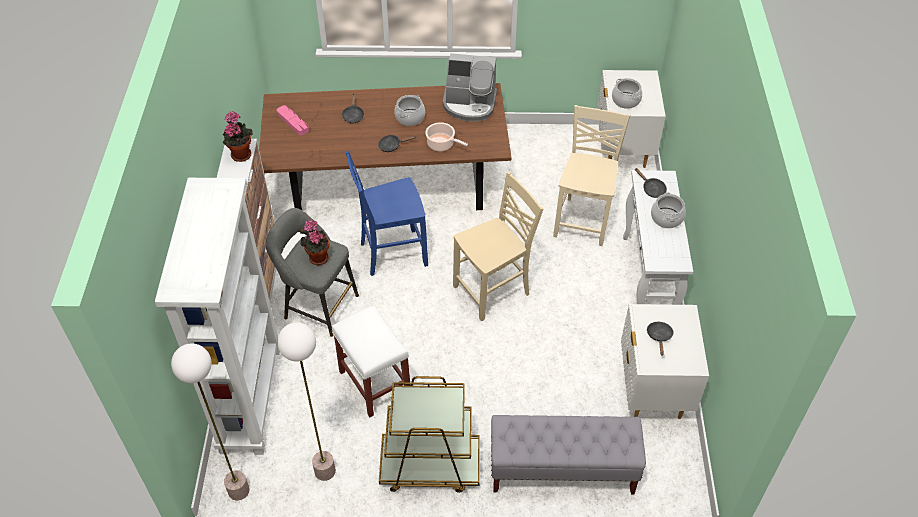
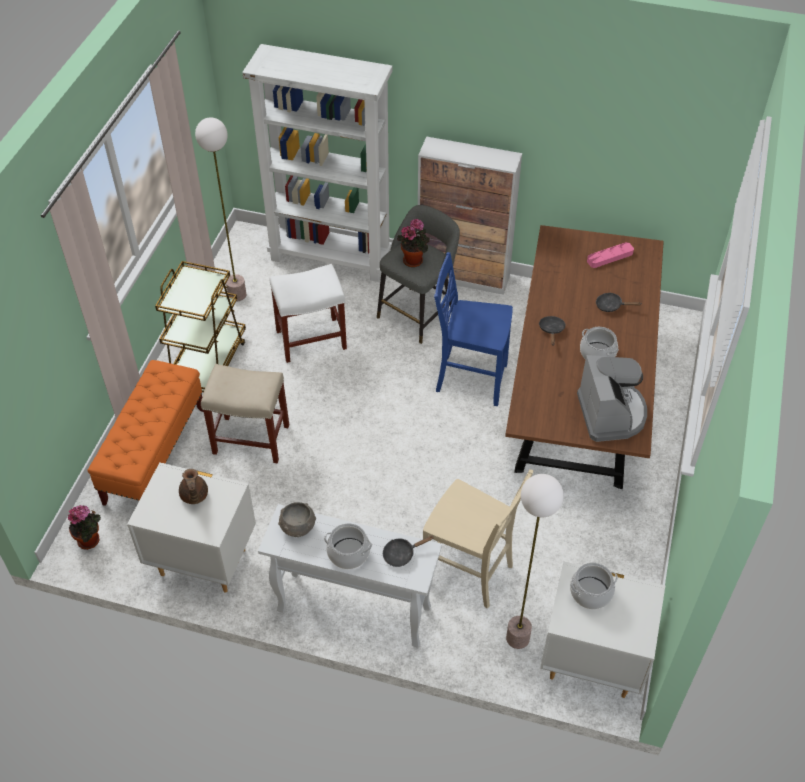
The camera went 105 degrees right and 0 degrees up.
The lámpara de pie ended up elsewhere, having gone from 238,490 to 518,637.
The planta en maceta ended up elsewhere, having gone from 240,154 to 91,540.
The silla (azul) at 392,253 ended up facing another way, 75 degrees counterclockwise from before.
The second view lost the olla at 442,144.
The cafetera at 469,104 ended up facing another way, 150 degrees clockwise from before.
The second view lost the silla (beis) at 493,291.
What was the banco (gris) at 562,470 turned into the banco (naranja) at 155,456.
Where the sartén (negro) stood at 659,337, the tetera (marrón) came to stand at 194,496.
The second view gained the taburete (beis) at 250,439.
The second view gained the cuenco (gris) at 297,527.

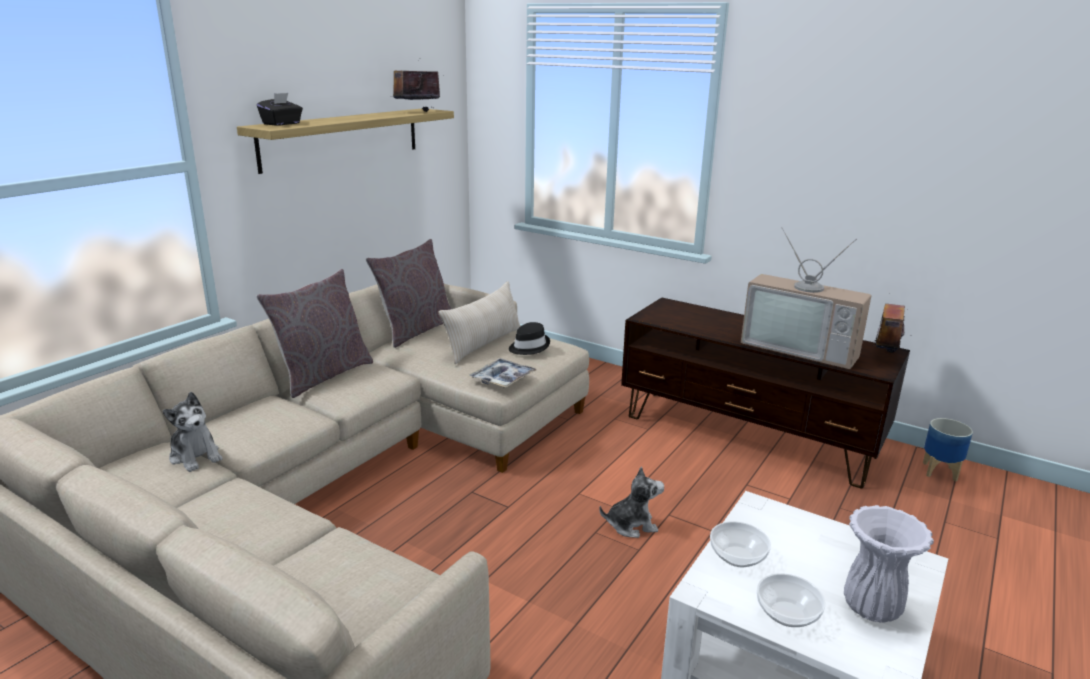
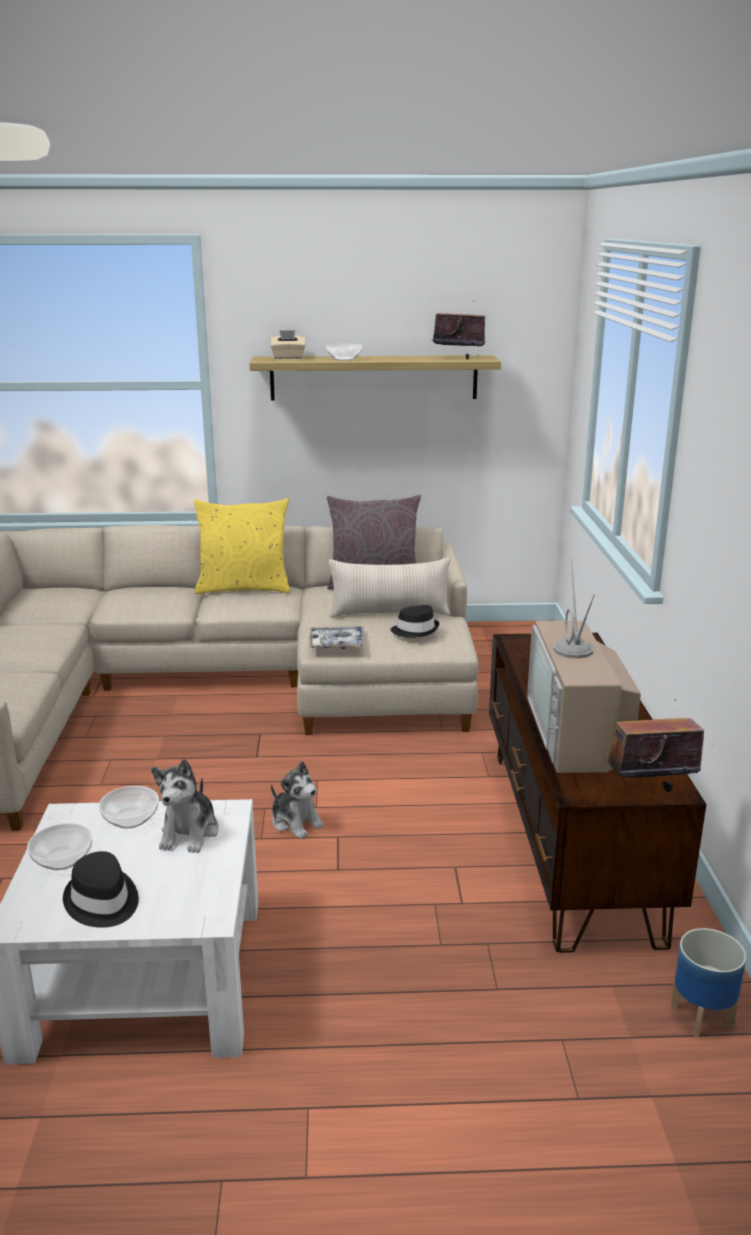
The camera went 55 degrees right and 0 degrees up.
The peluche ended up elsewhere, having gone from 195,456 to 190,833.
What was the cojín (gris) at 323,375 turned into the cojín (amarillo) at 244,588.
What was the caja de pañuelos (negro) at 282,124 turned into the caja de pañuelos (beis) at 288,358.
Where the florero (blanco) stood at 873,609, the sombrero (negro) came to stand at 102,902.
The second view gained the cuenco at 344,359.

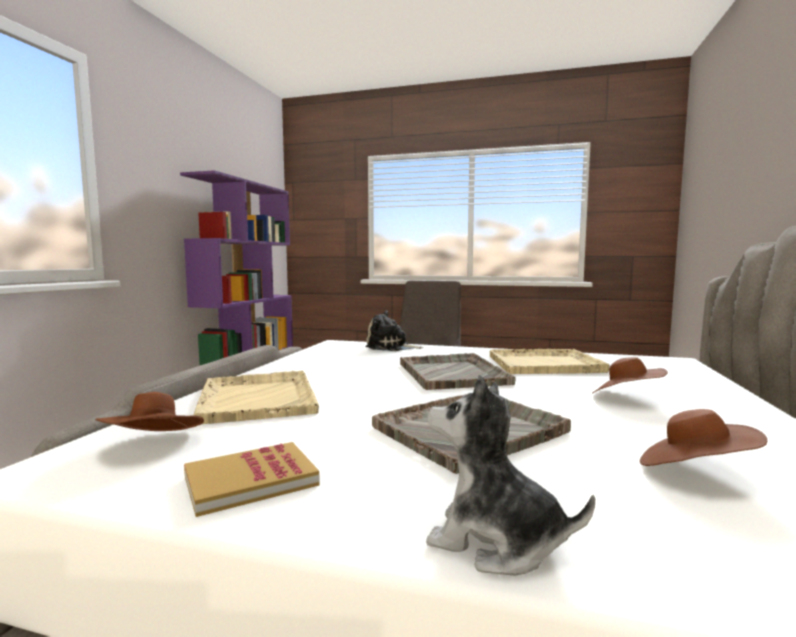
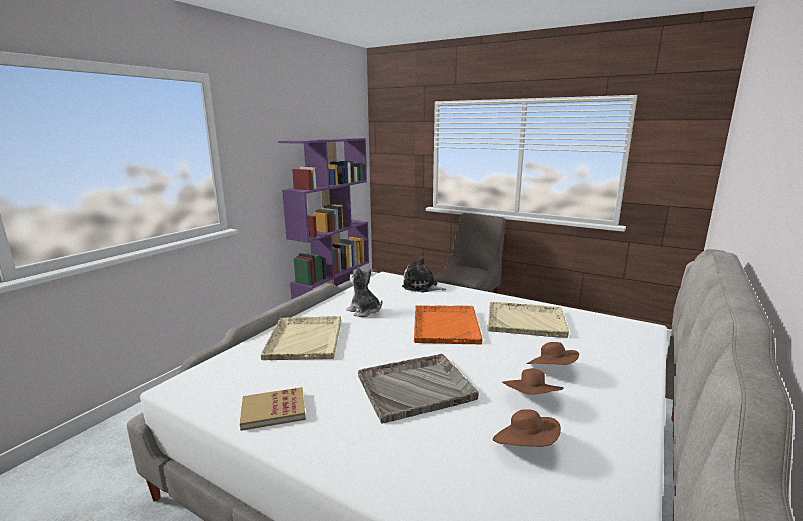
The camera went 15 degrees right and 10 degrees up.
The sombrero (marrón) ended up elsewhere, having gone from 154,446 to 531,400.
What was the bandeja (gris) at 452,373 turned into the bandeja (naranja) at 446,325.
The peluche ended up elsewhere, having gone from 495,542 to 364,311.

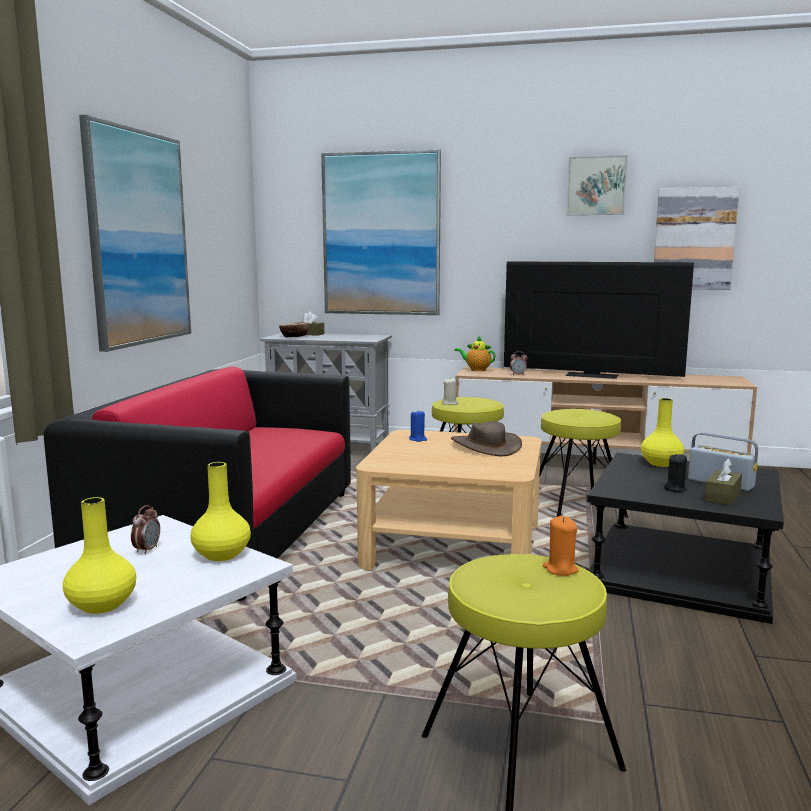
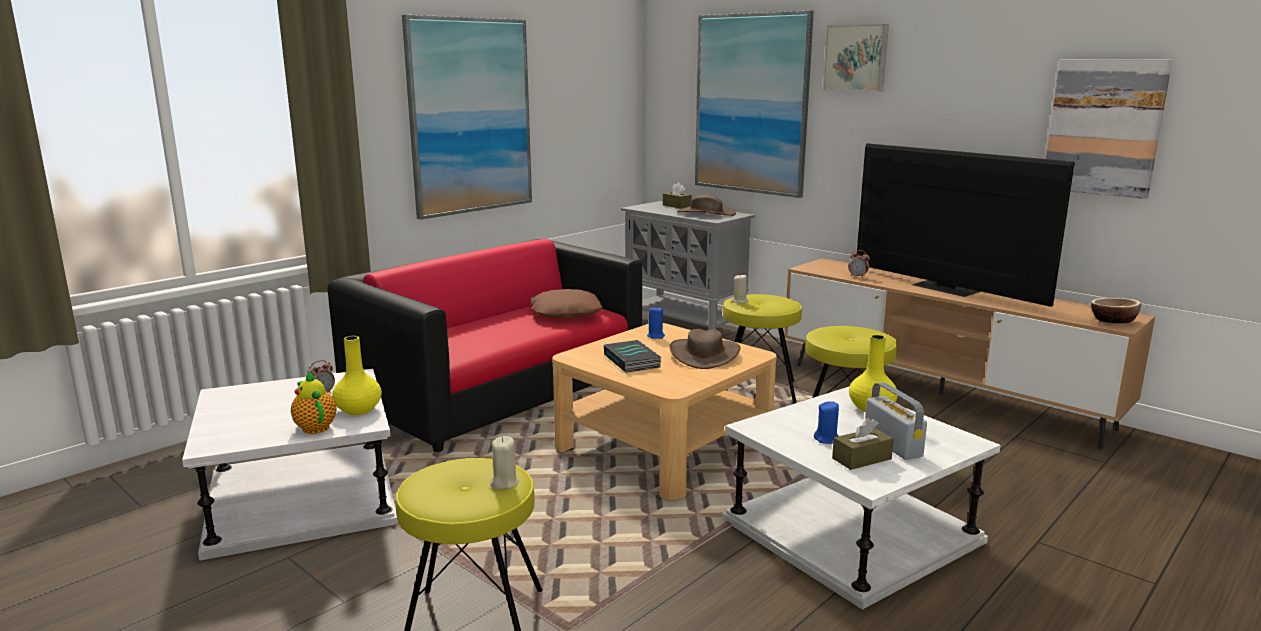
The camera went 30 degrees right and 5 degrees up.
The second view lost the florero (amarillo) at 103,604.
The cuenco ended up elsewhere, having gone from 294,337 to 1113,321.
The tetera ended up elsewhere, having gone from 476,370 to 315,427.
What was the vela (naranja) at 560,569 turned into the vela (beis) at 504,483.
The cuadro ended up elsewhere, having gone from 596,186 to 856,58.
What was the mesa auxiliar (negro) at 680,570 turned into the mesa auxiliar (blanco) at 850,530.
What was the vela (negro) at 675,489 turned into the vela (azul) at 826,439.
The second view gained the cojín (marrón) at 565,313.
The second view gained the libro at 633,361.
The second view gained the sombrero (marrón) at 706,213.

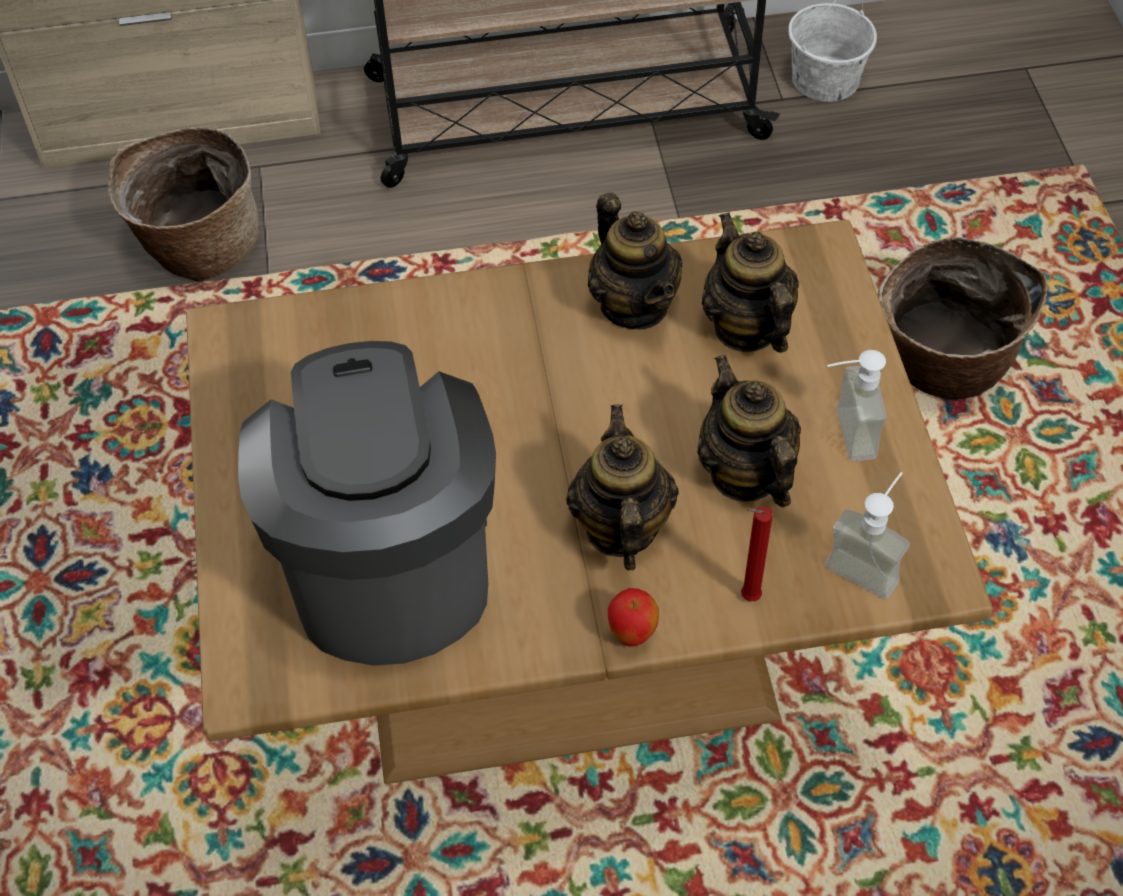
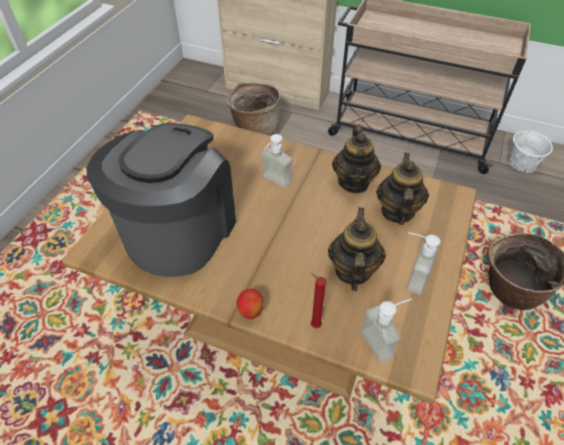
The camera went 30 degrees right and 5 degrees down.
The second view lost the tetera at 620,528.
The second view gained the dispensador de jabón at 273,182.

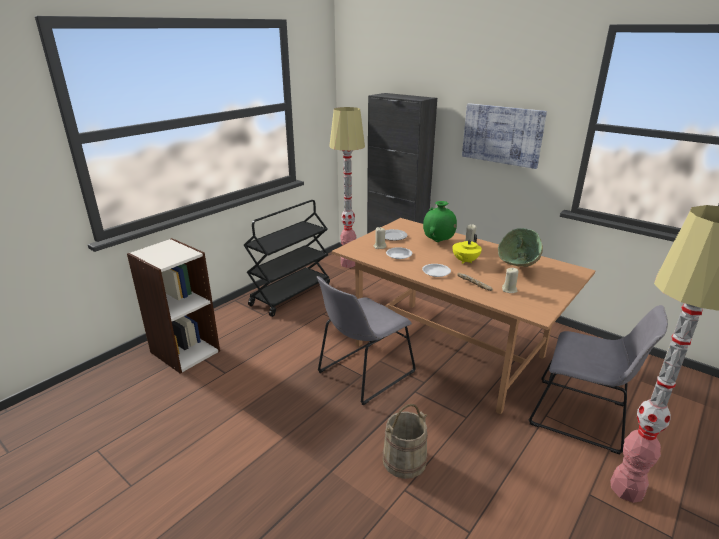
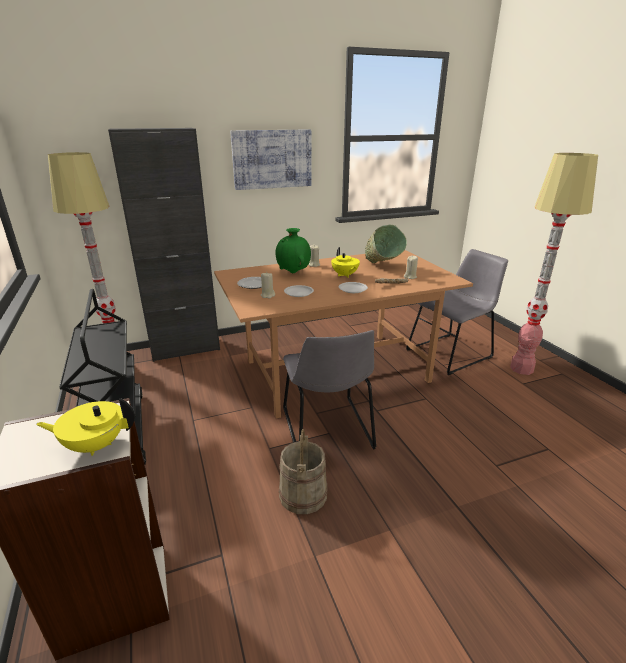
The camera went 60 degrees left and 0 degrees up.
The cubo (beis) ended up elsewhere, having gone from 404,460 to 302,494.
The second view gained the tetera (amarillo) at 95,445.

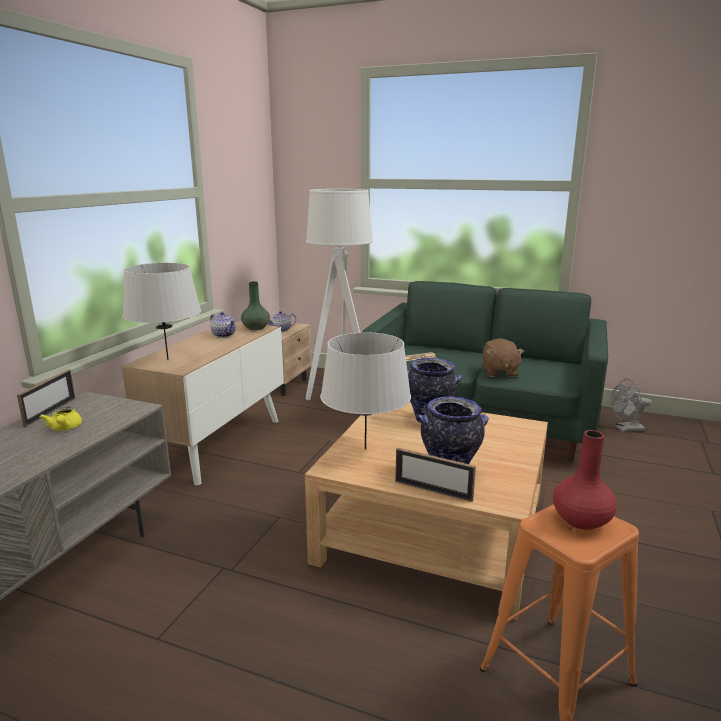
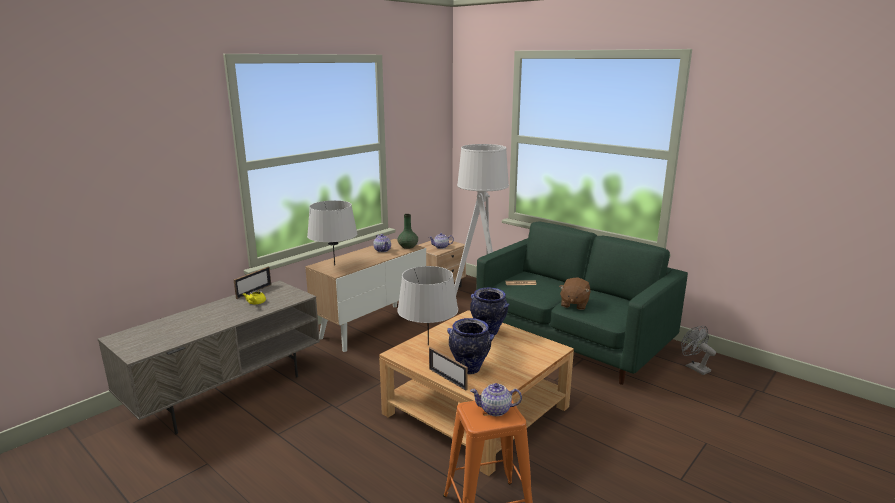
The camera went 20 degrees right and 0 degrees up.
Where the florero (rojo) stood at 582,520, the tetera came to stand at 496,410.
The ventilador (gris) at 625,429 ended up facing another way, 45 degrees clockwise from before.

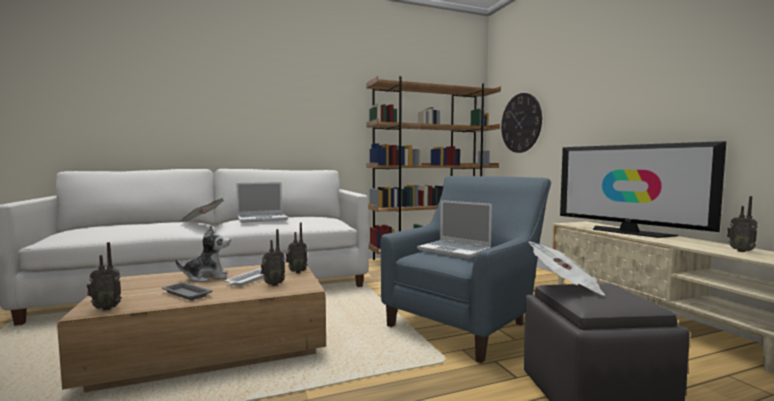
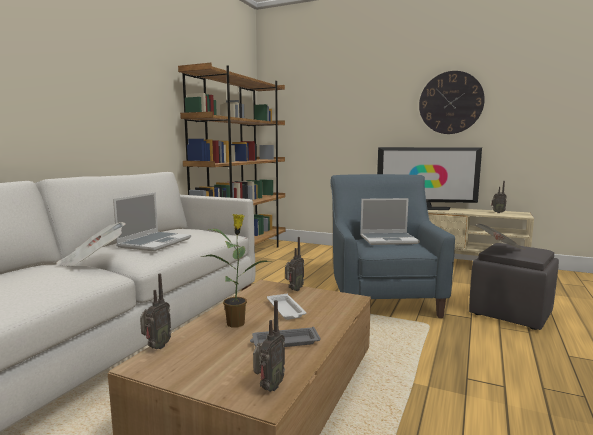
The camera went 45 degrees left and 5 degrees up.
Where the peluche stood at 207,277, the planta en maceta came to stand at 236,323.
The radio ended up elsewhere, having gone from 273,284 to 156,347.
The reloj de pared ended up elsewhere, having gone from 521,123 to 450,103.

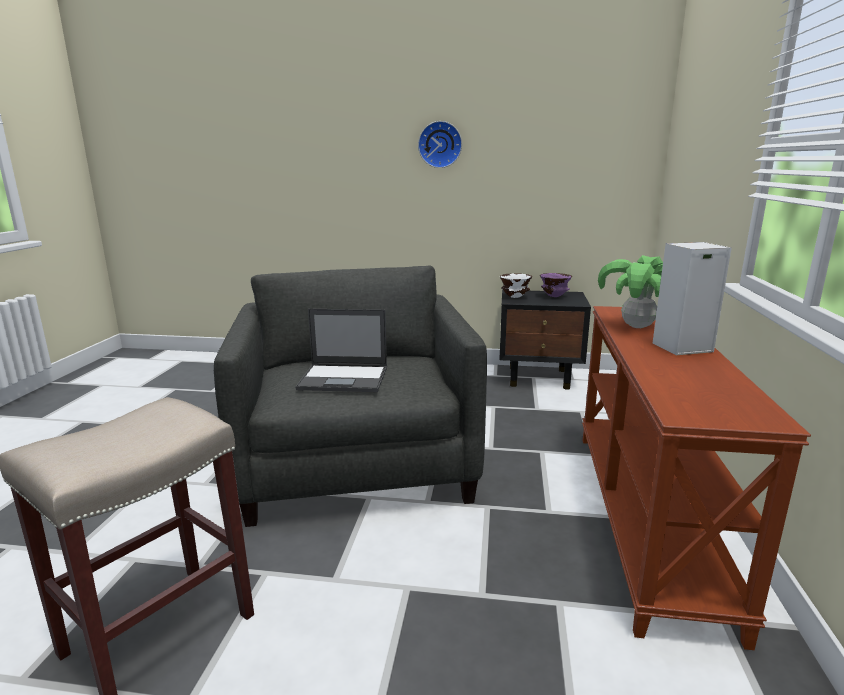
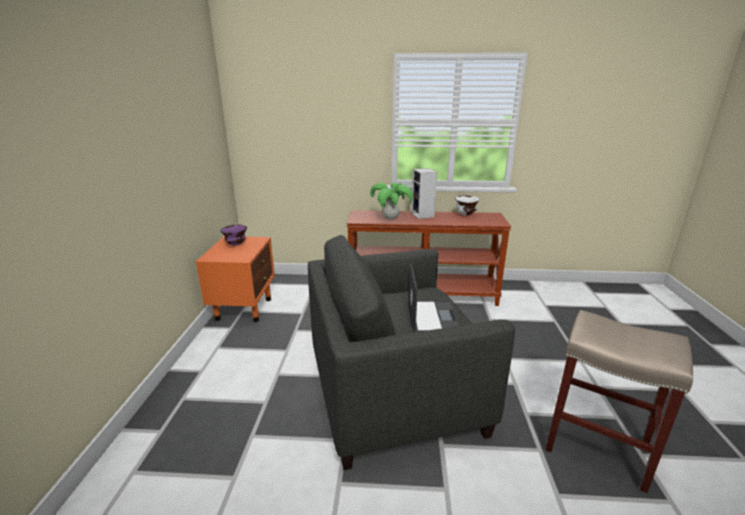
The camera went 95 degrees left and 5 degrees up.
The second view lost the reloj de pared at 440,144.
What was the mesita de noche (negro) at 539,378 turned into the mesita de noche (naranja) at 244,308.
The cuenco (blanco) ended up elsewhere, having gone from 514,297 to 465,214.

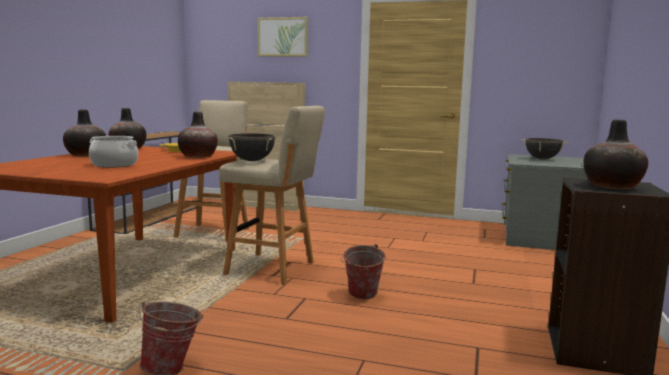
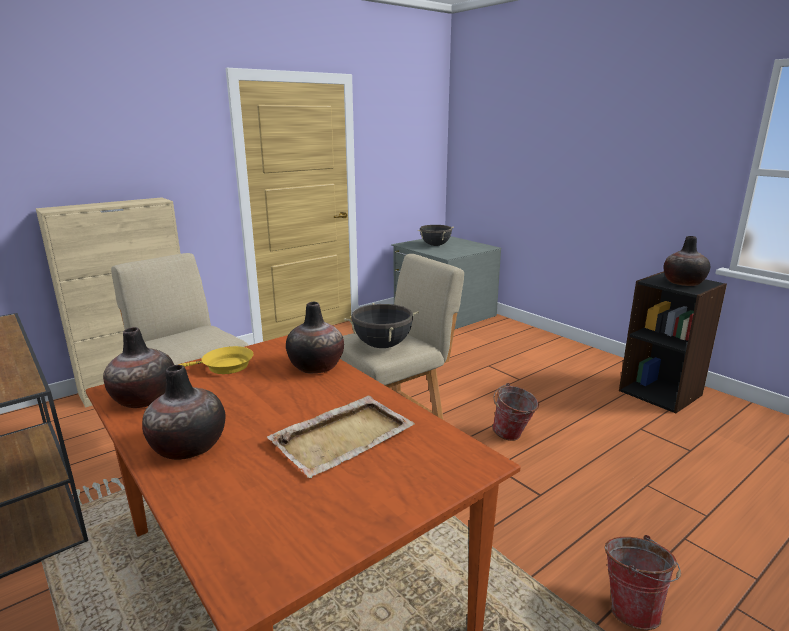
The camera went 55 degrees left and 10 degrees up.
Where the olla stood at 114,165, the bandeja (beis) came to stand at 344,436.
The second view lost the cuadro at 283,37.

